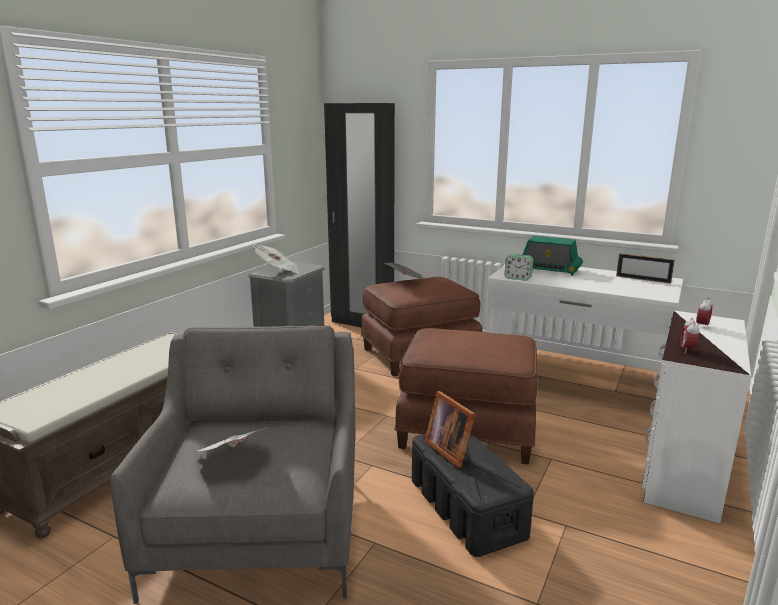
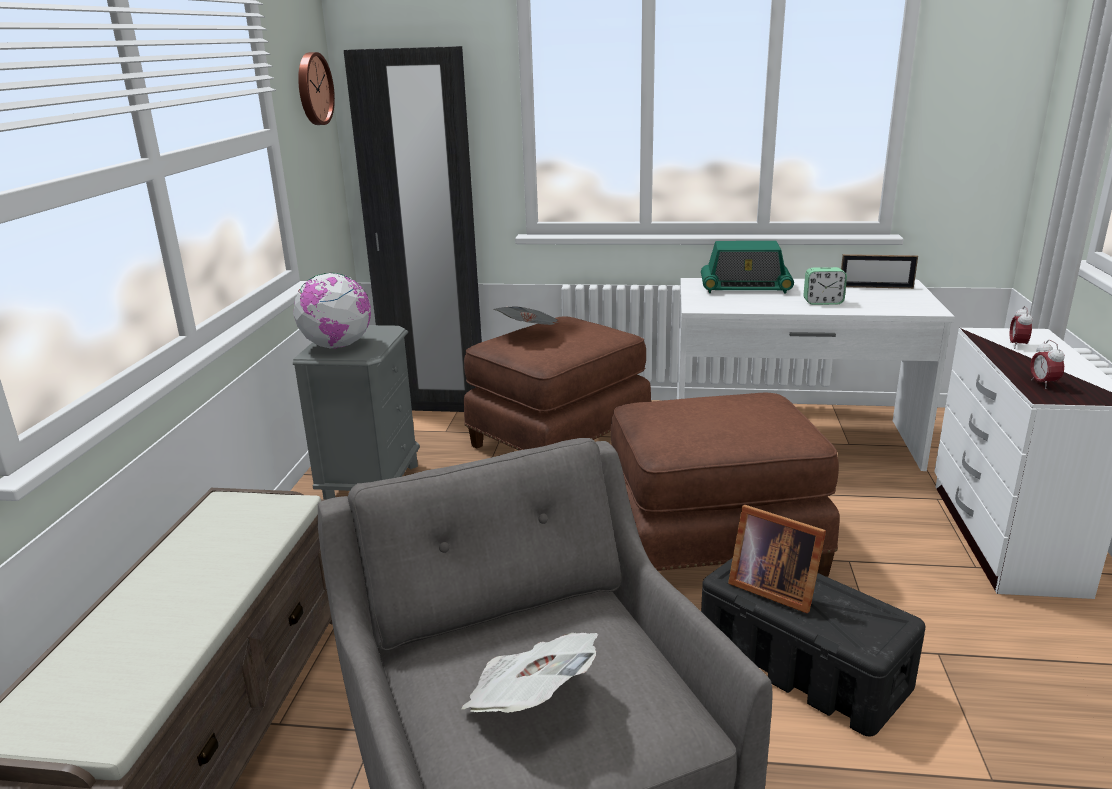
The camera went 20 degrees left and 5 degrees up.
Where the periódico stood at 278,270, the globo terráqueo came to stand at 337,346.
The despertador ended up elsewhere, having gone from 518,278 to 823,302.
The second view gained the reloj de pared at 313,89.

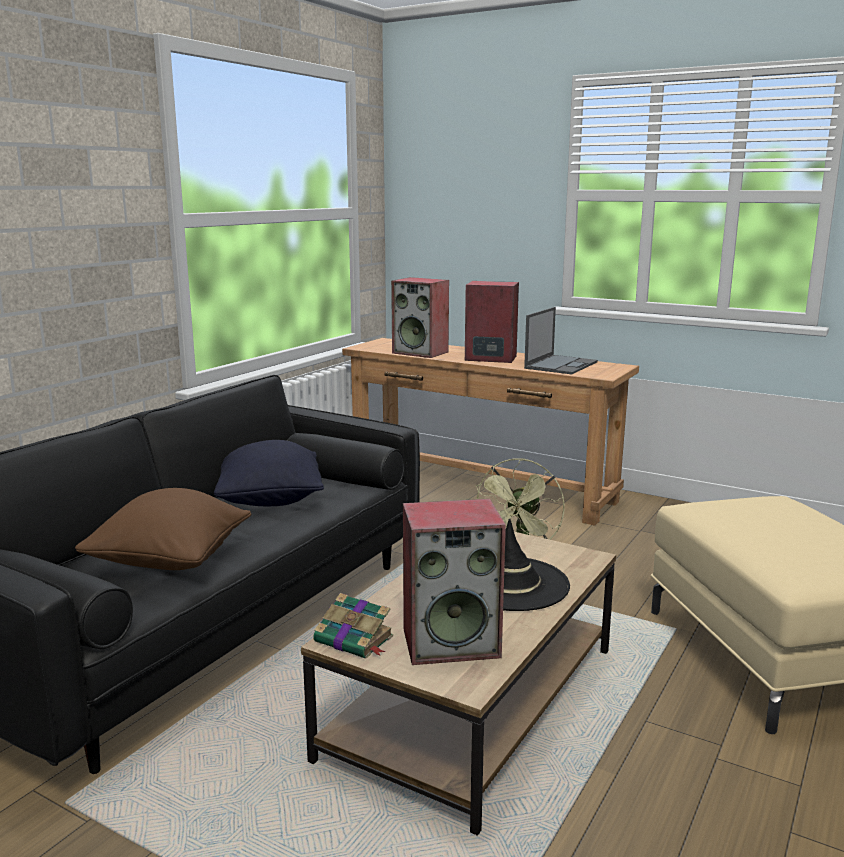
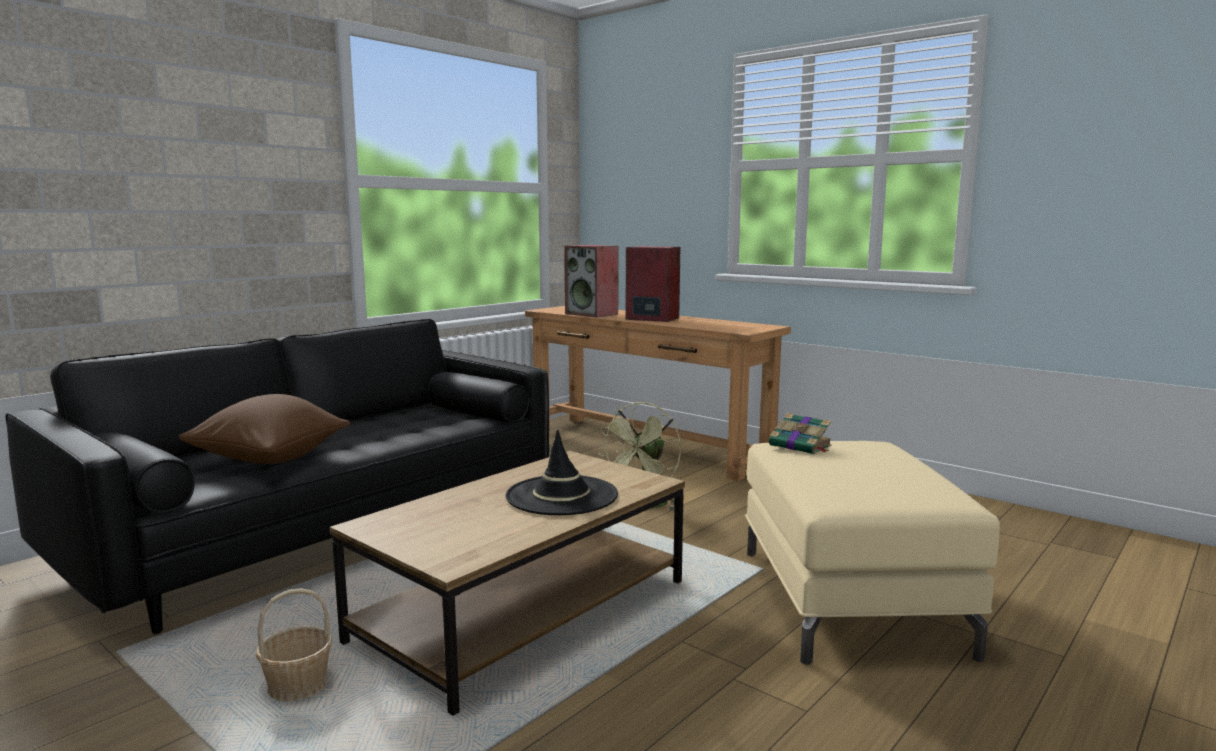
The camera went 10 degrees right and 5 degrees down.
The second view lost the cojín (negro) at 270,501.
The libro ended up elsewhere, having gone from 355,640 to 801,446.
The second view lost the altavoz at 452,642.
The second view lost the portátil at 561,365.
The second view gained the cesta at 297,686.

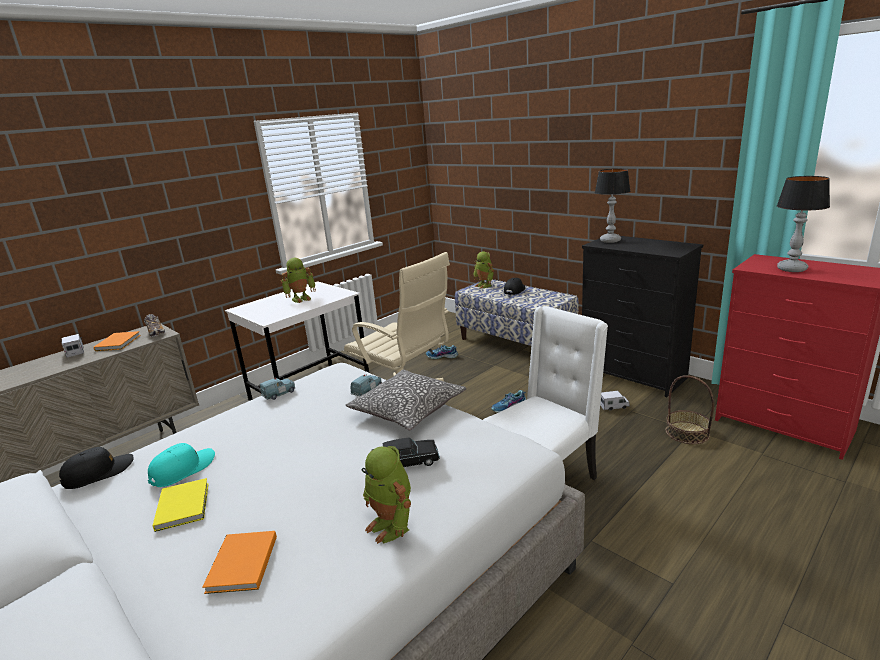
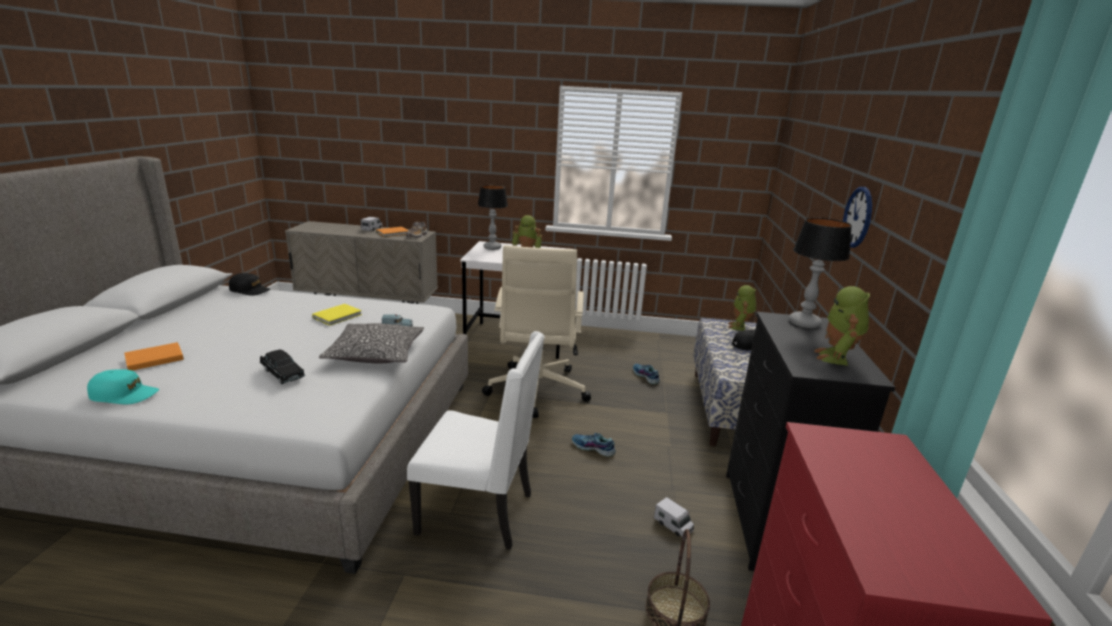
The camera went 50 degrees right and 0 degrees up.
The gorra (turquesa) ended up elsewhere, having gone from 183,469 to 124,395.
The libro (amarillo) ended up elsewhere, having gone from 184,505 to 339,316.
The second view lost the coche de juguete (azul) at 279,394.
The robot de juguete ended up elsewhere, having gone from 392,525 to 836,358.
The lámpara de mesa ended up elsewhere, having gone from 791,269 to 492,247.
The second view gained the reloj de pared at 858,217.

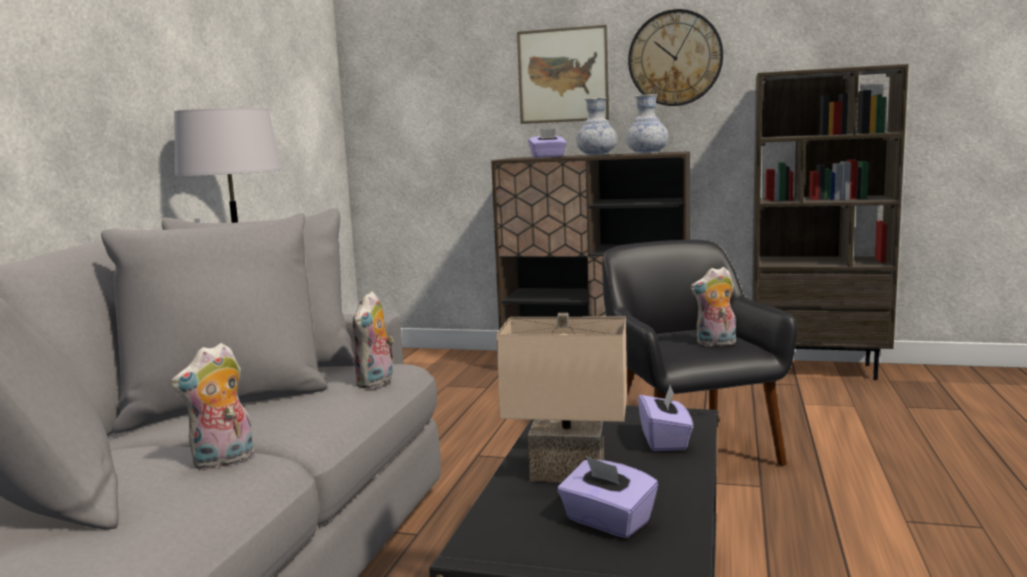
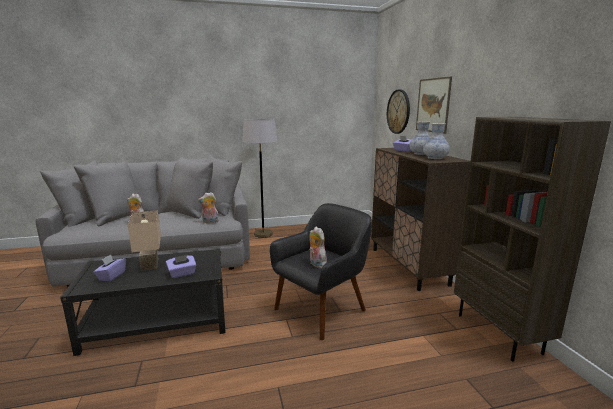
The camera went 60 degrees right and 5 degrees up.
The reloj de pared ended up elsewhere, having gone from 675,58 to 398,111.

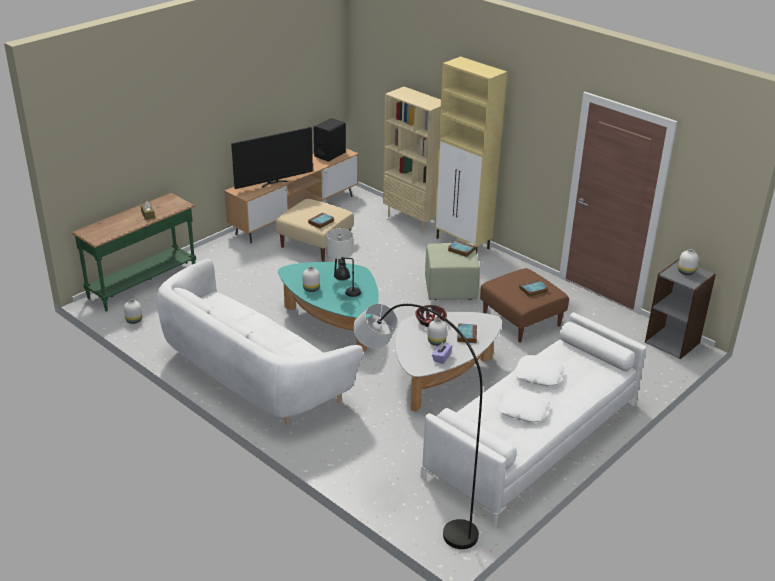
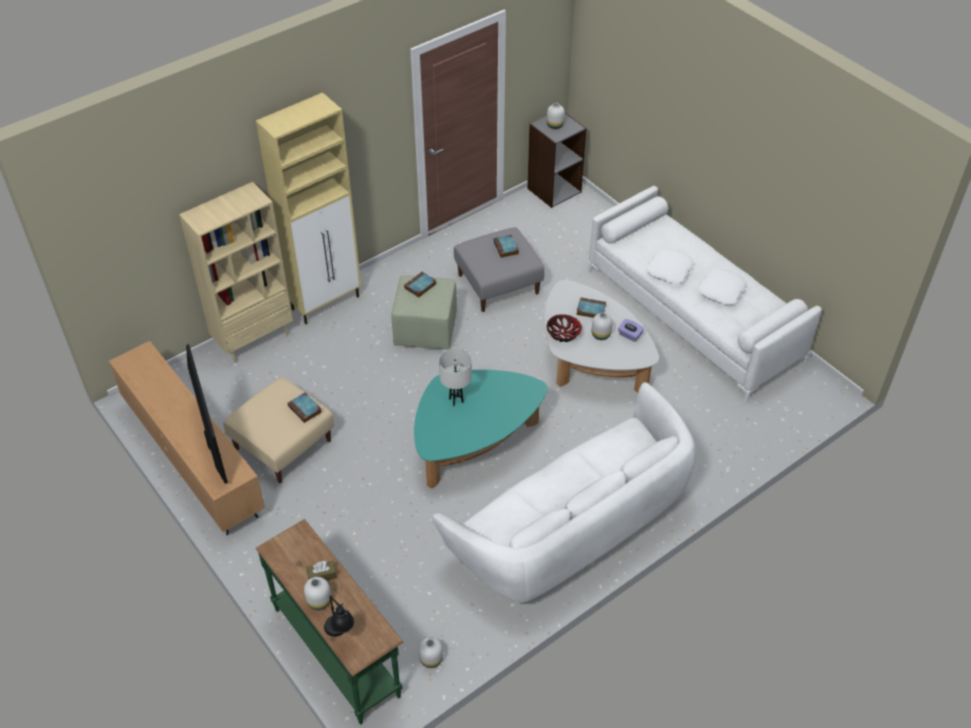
The camera went 80 degrees left and 15 degrees up.
The florero (blanco) ended up elsewhere, having gone from 311,289 to 319,601.
The second view lost the altavoz (negro) at 330,154.
The lámpara de mesa (negro) ended up elsewhere, having gone from 347,295 to 341,633.
The second view lost the lámpara de pie (gris) at 410,502.
What was the puf (marrón) at 522,320 turned into the puf (gris) at 498,284.

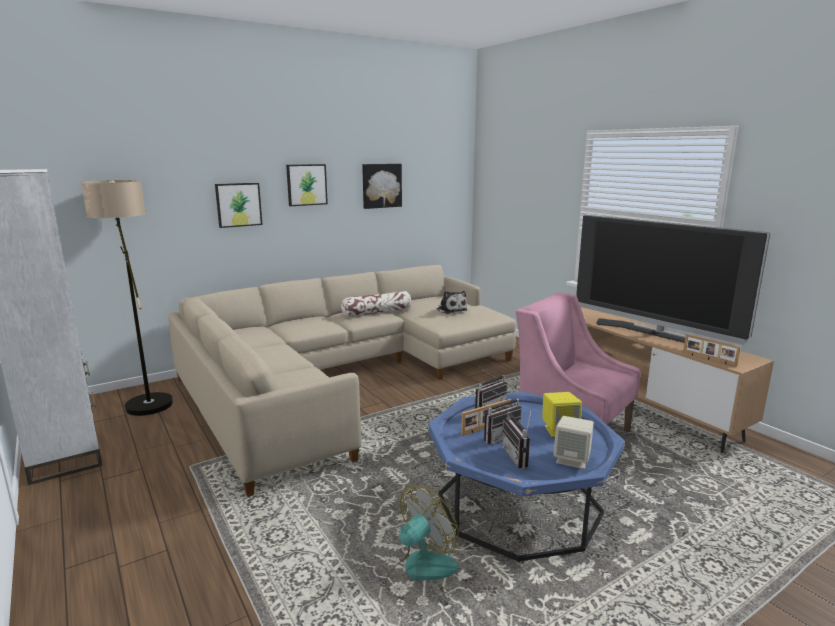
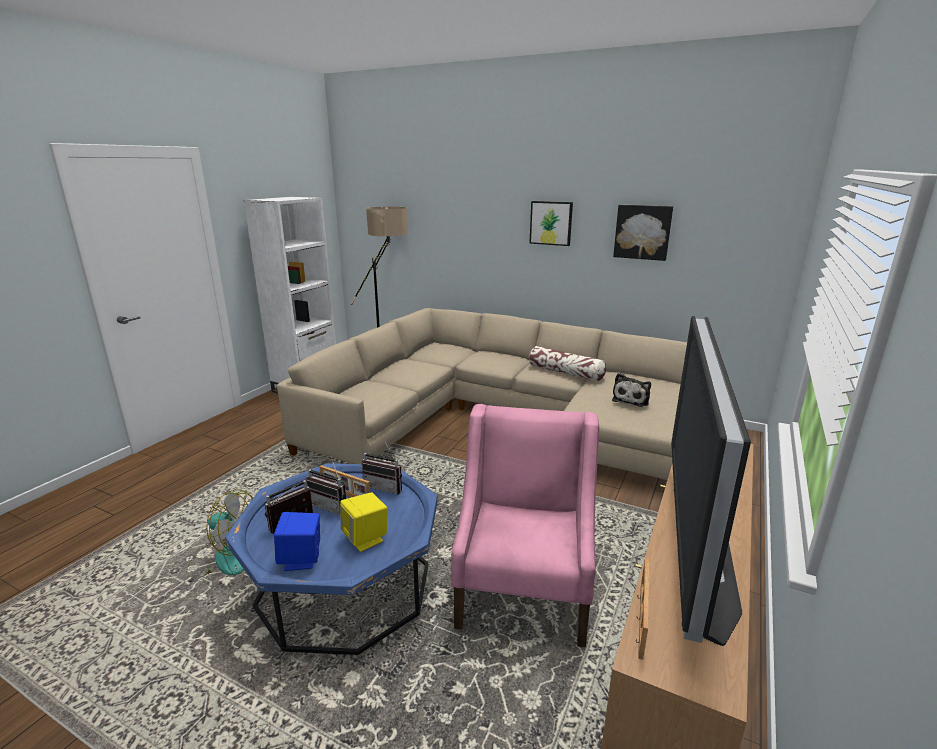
The camera went 60 degrees right and 5 degrees up.
The second view lost the cuadro at 238,204.
What was the altavoz (beis) at 572,459 turned into the altavoz (azul) at 301,559.

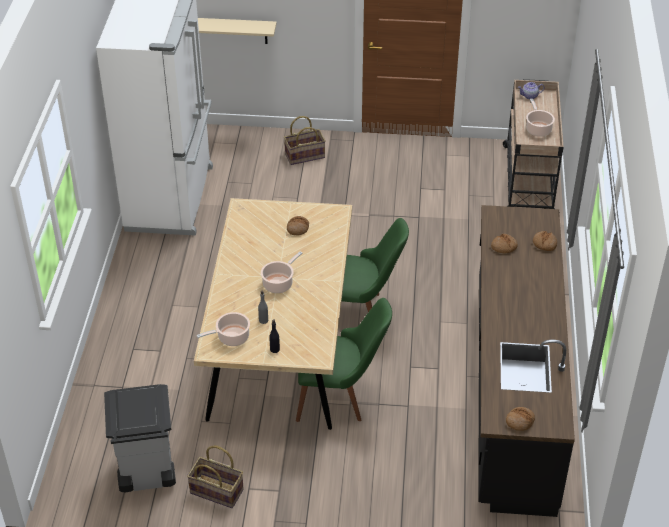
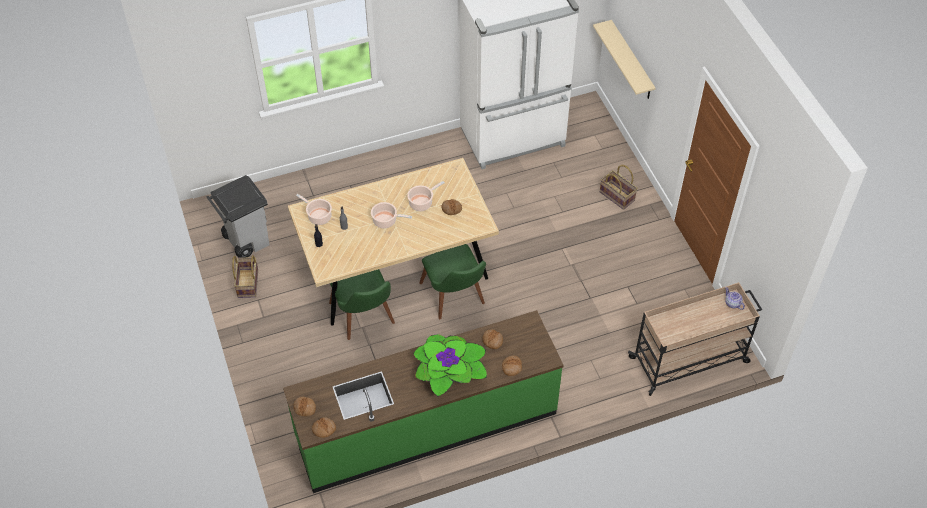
The camera went 65 degrees right and 10 degrees up.
What was the mueble bajo de cocina (negro) at 512,390 turned into the mueble bajo de cocina (verde) at 426,425.
The olla ended up elsewhere, having gone from 538,129 to 422,203.
The second view gained the pan at 324,429.
The second view gained the planta en maceta at 449,373.

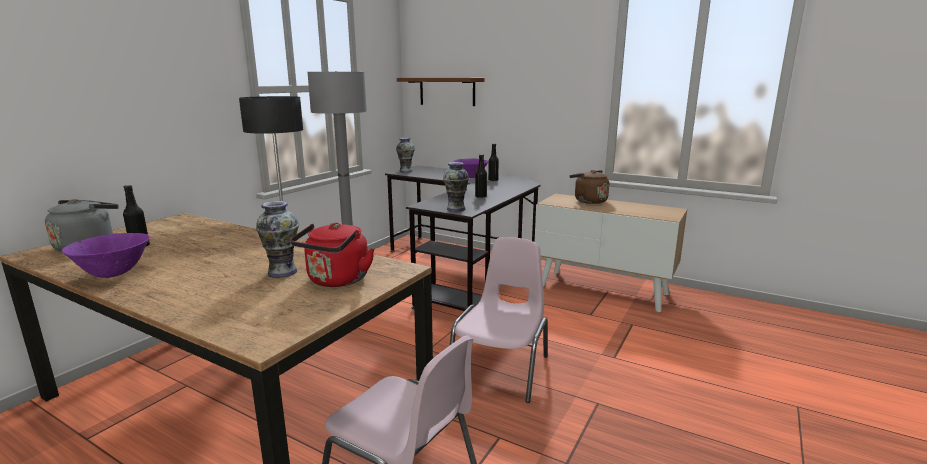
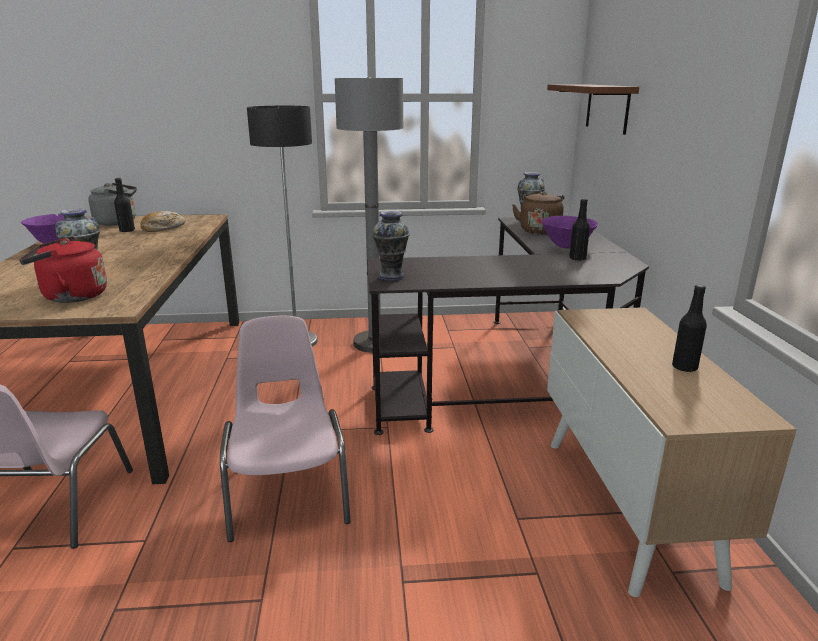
The camera went 55 degrees right and 5 degrees up.
The silla (rosa) at 501,369 ended up facing another way, 90 degrees counterclockwise from before.
The botella (negro) ended up elsewhere, having gone from 481,196 to 684,367.
The hervidor (marrón) ended up elsewhere, having gone from 588,201 to 539,231.
The second view gained the pan at 163,228.

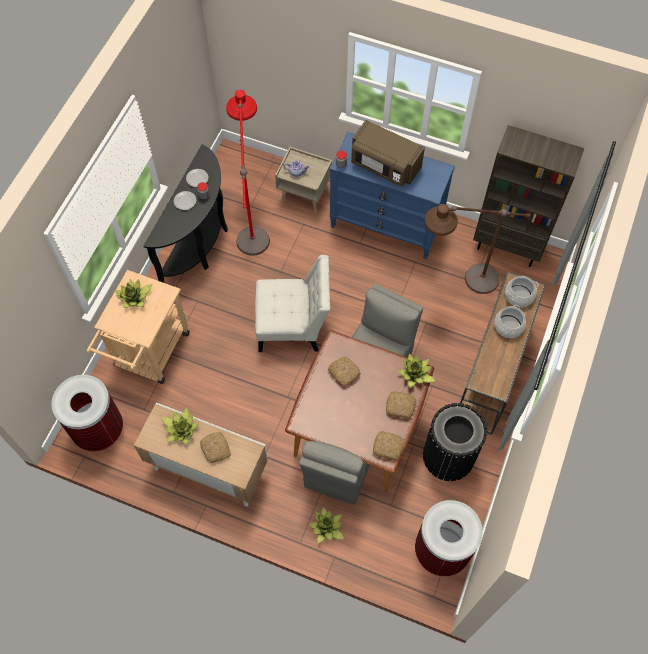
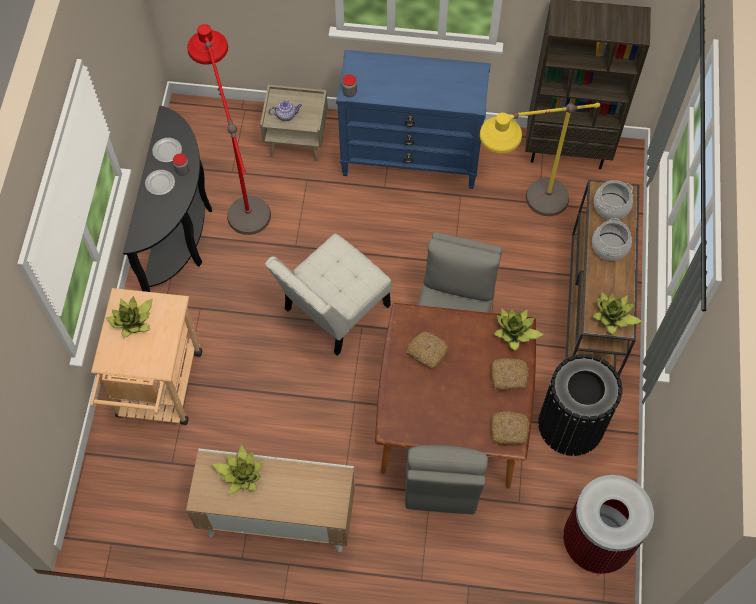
The camera went 15 degrees left and 0 degrees up.
The second view lost the papelera at 98,429.
The second view lost the pan at 216,449.
The silla (blanco) at 293,326 ended up facing another way, 150 degrees clockwise from before.
The planta en maceta ended up elsewhere, having gone from 327,528 to 613,317.
The second view lost the microondas (marrón) at 384,165.
What was the lámpara de pie (marrón) at 459,285 turned into the lámpara de pie (amarillo) at 522,212.

